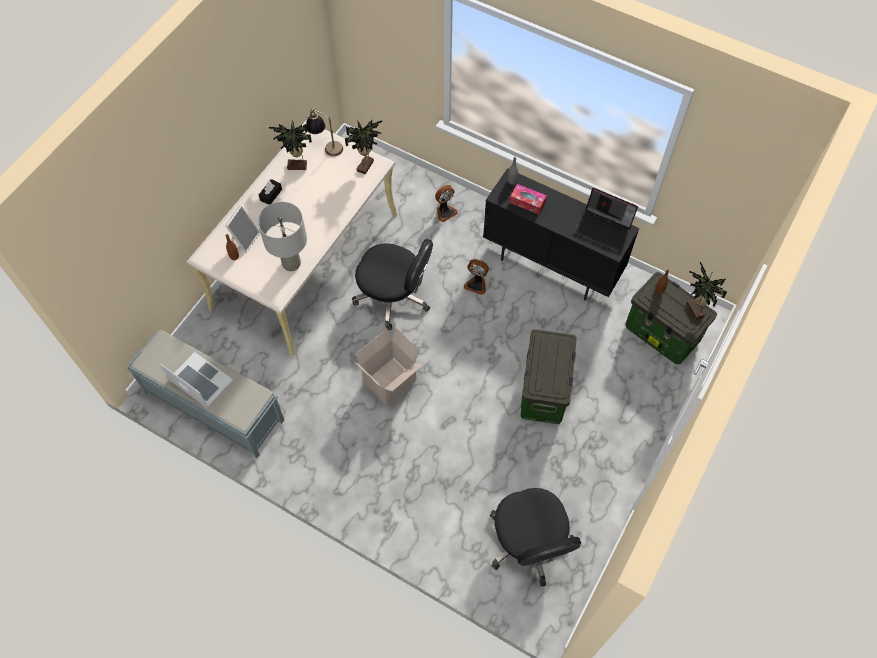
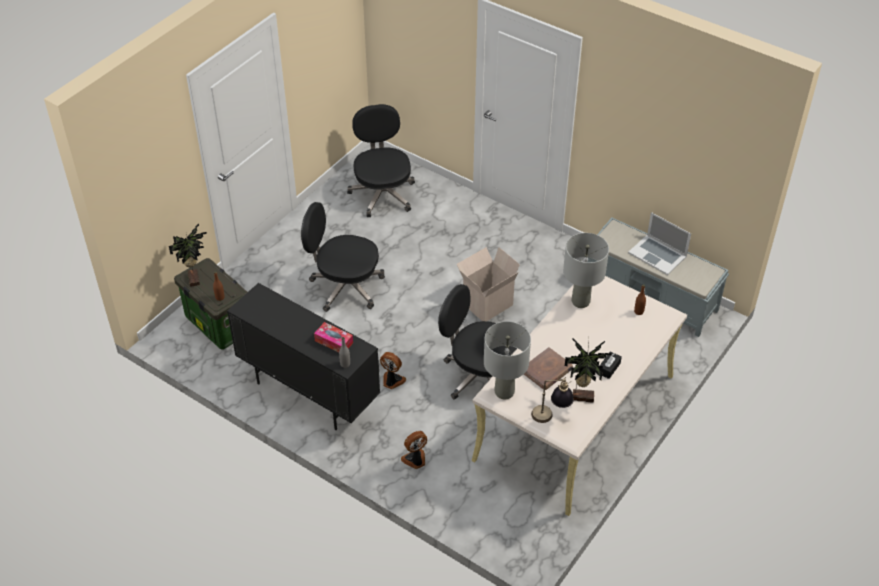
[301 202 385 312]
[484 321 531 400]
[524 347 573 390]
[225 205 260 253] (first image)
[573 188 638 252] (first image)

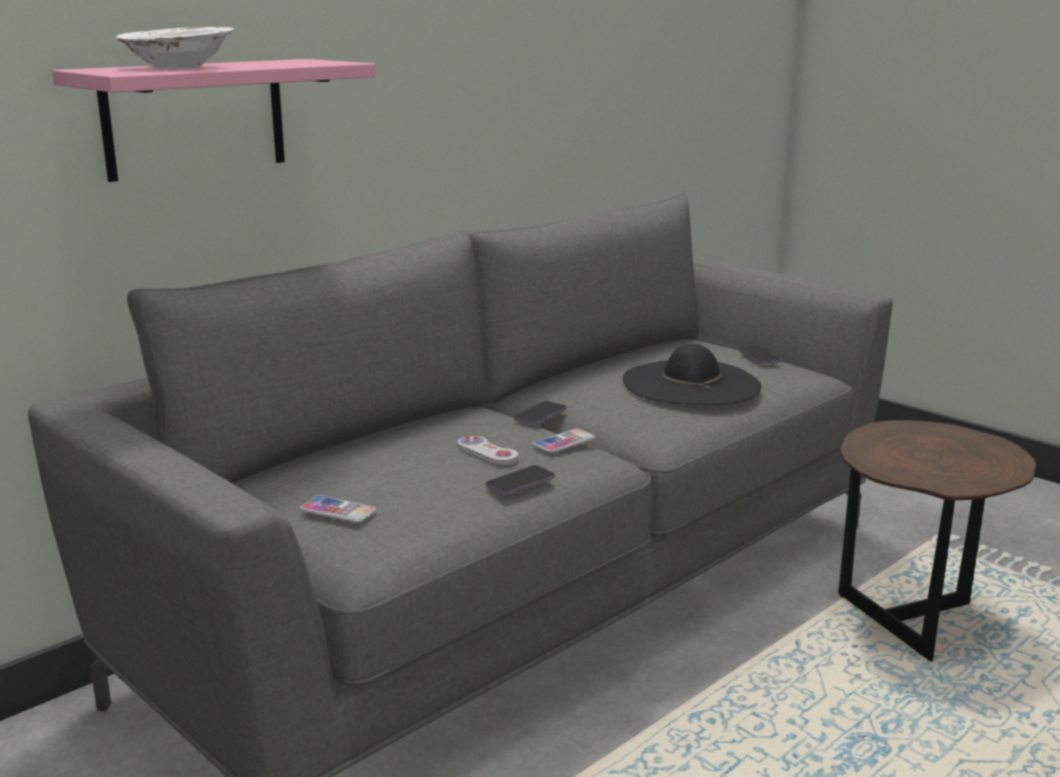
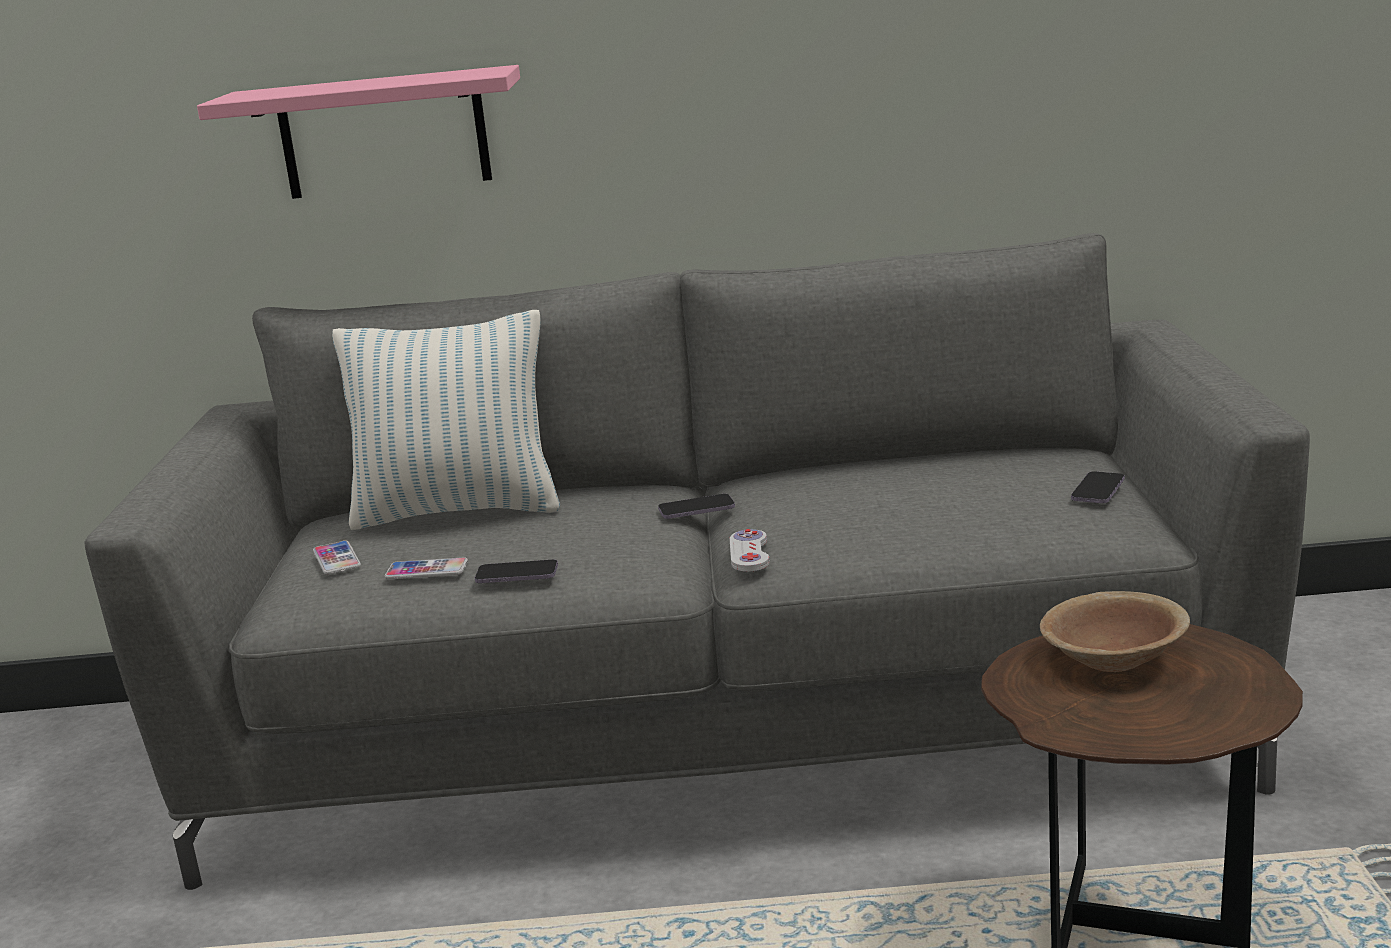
[332 310 560 530]
[385 557 468 579]
[730 529 770 572]
[1040 591 1190 672]
[116 27 234 69] (first image)
[623 344 761 405] (first image)

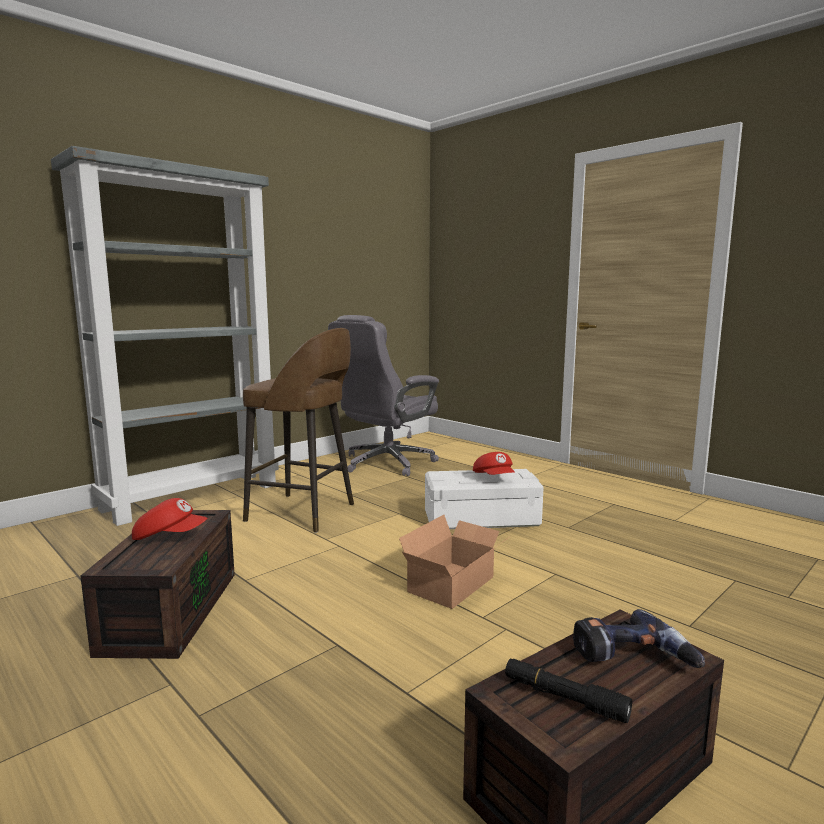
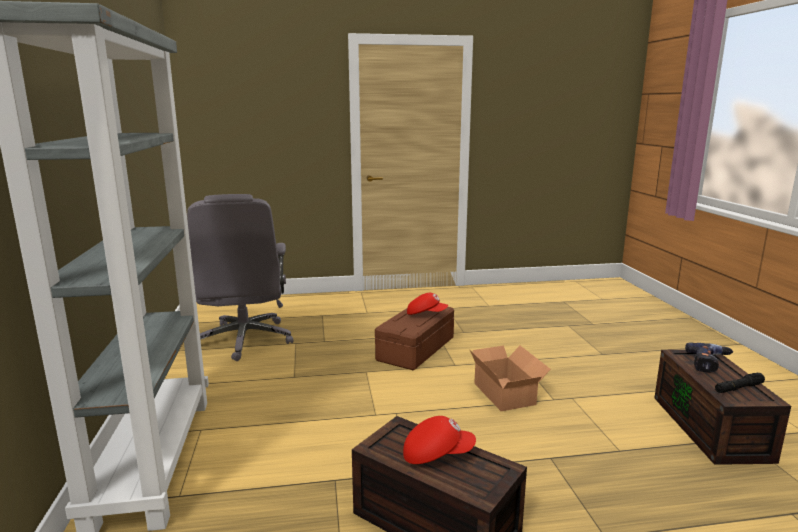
[375 307 454 371]
[403 416 476 464]
[243 328 354 533] (first image)

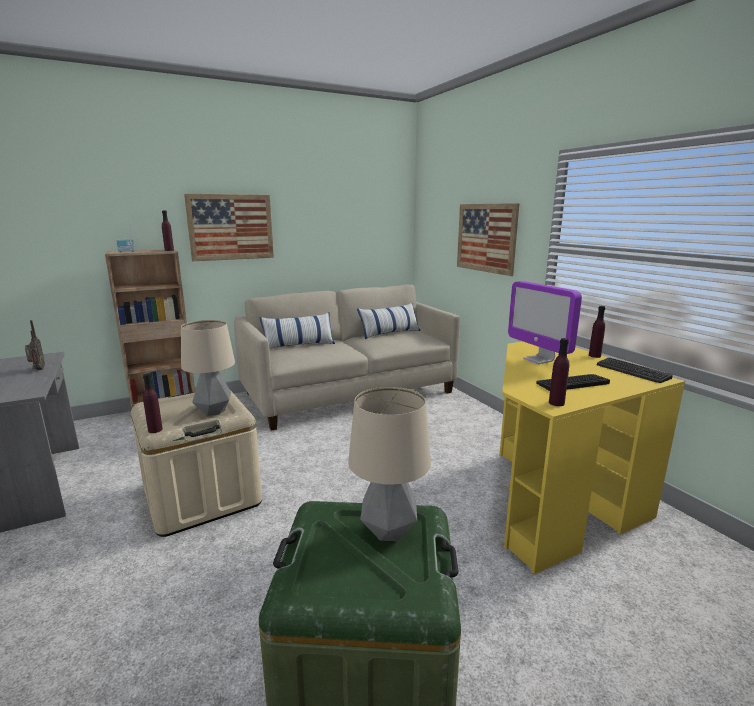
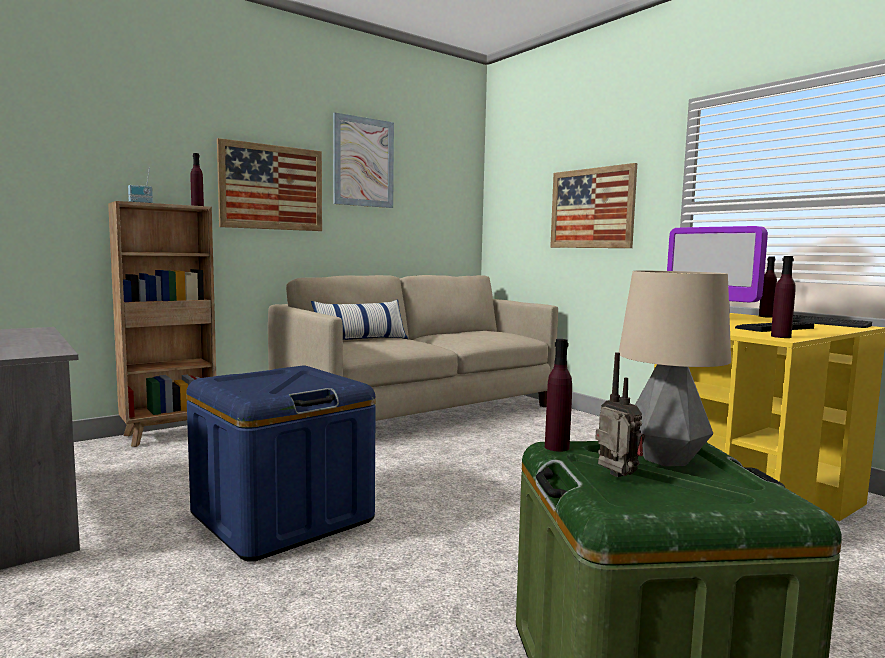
[186 366 376 562]
[333 112 394 208]
[545 339 572 452]
[595 352 645 477]
[181 320 235 416] (first image)
[357 303 420 339] (first image)

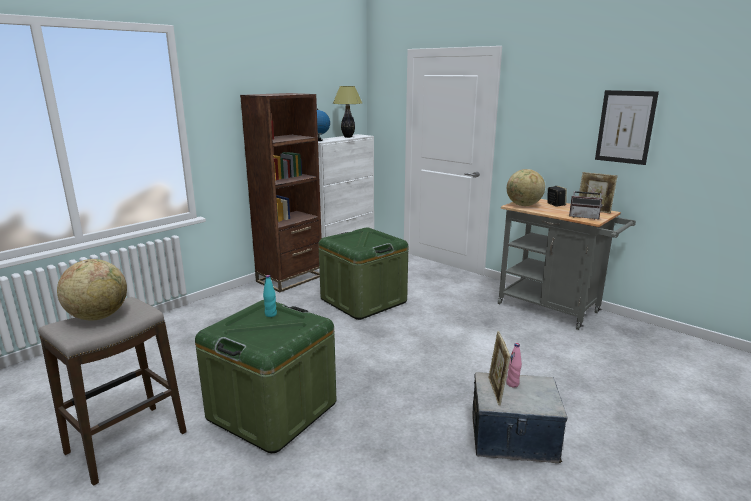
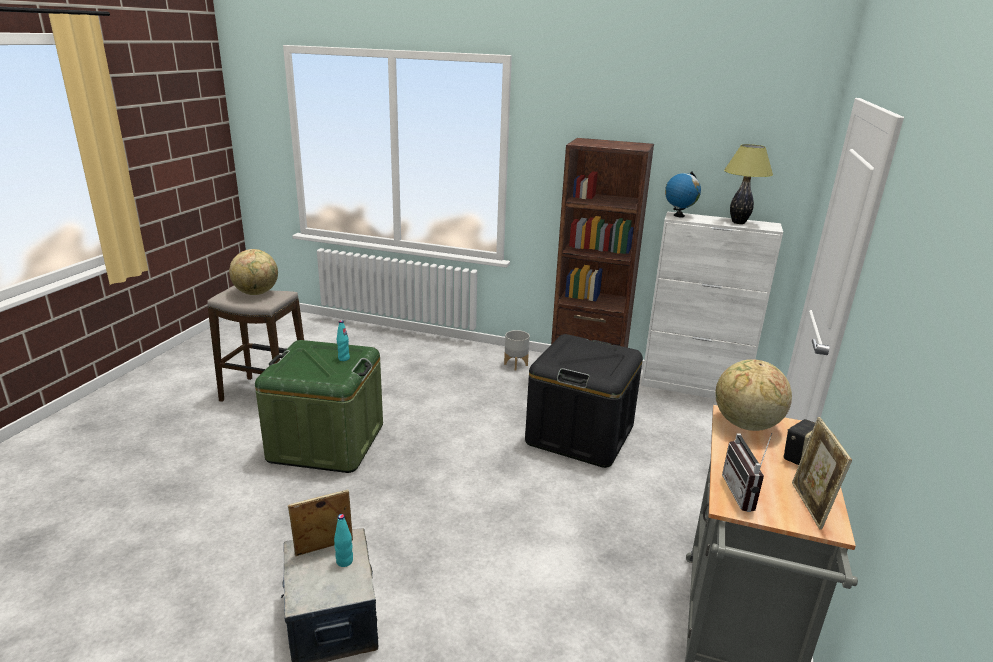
[334 514 353 567]
[504 330 530 371]
[525 334 643 468]
[595 90 659 165] (first image)

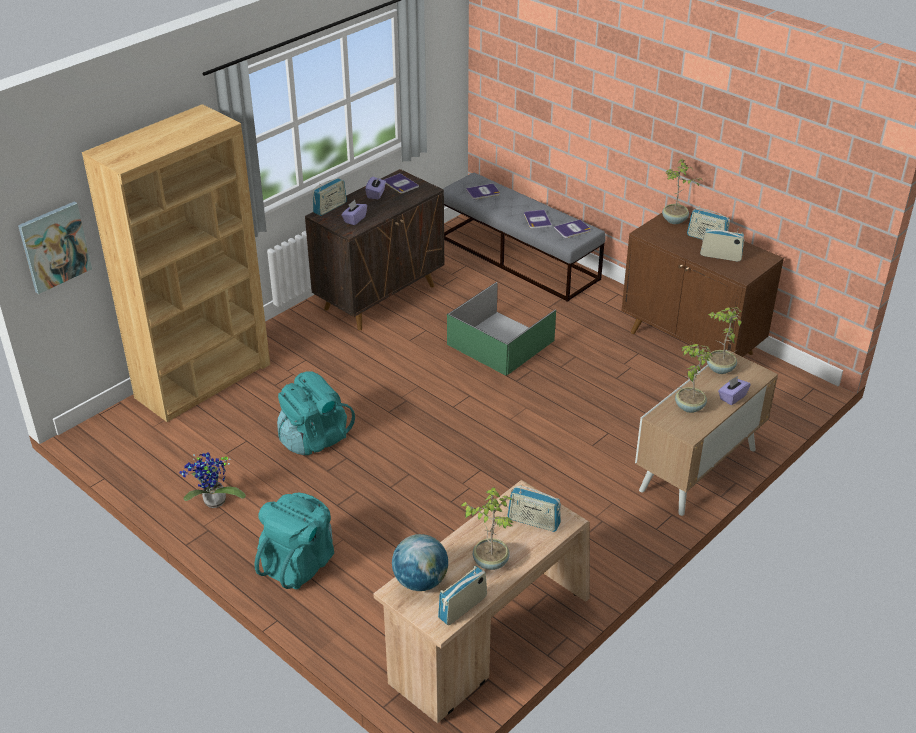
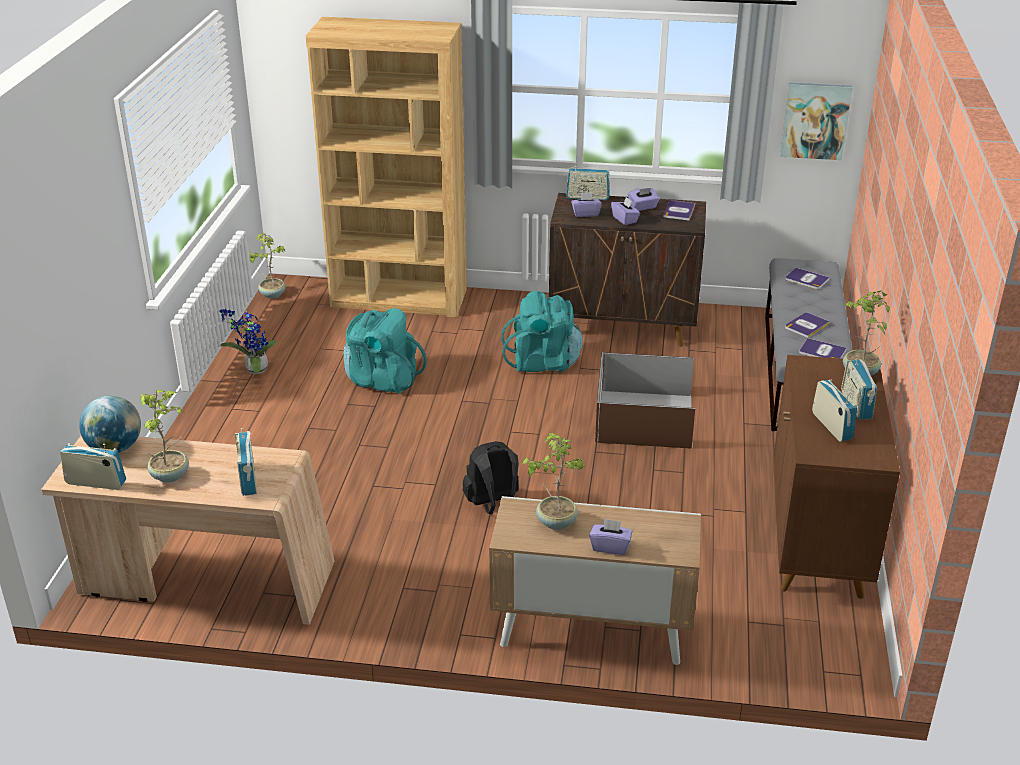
[248 233 286 299]
[463 441 519 514]
[501 291 583 372]
[595 352 695 449]
[611 197 640 225]
[780 83 853 160]

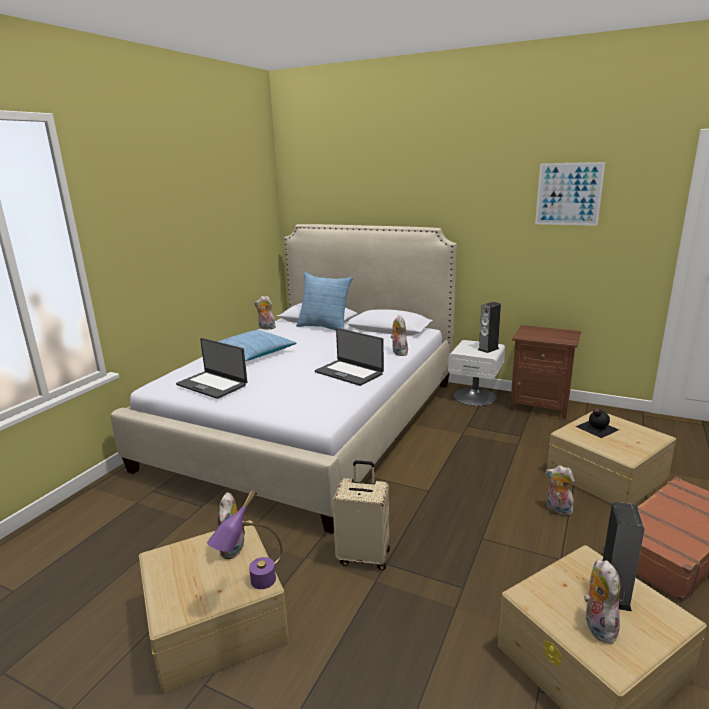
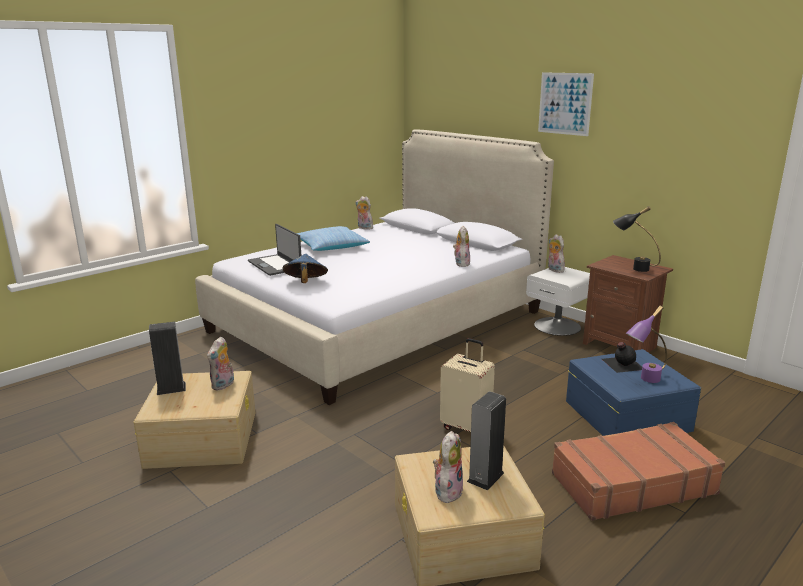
[149 322 186 395]
[282 254 328 283]
[440 338 495 432]
[538 72 594 136]
[548 234 565 273]
[566 349 701 436]
[613 206 661 272]
[626 305 667 383]
[296 272 353 331] (first image)
[315 328 384 386] (first image)

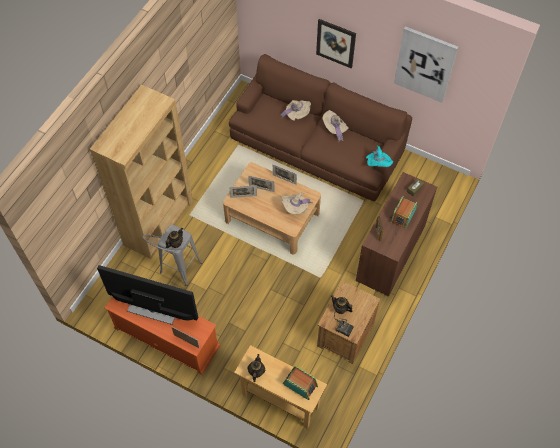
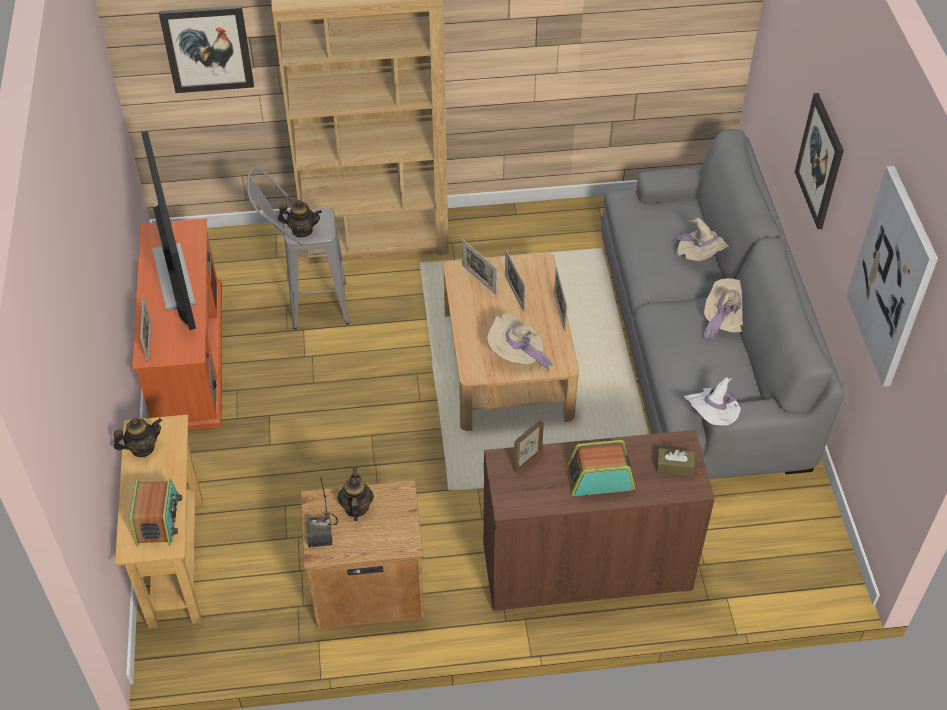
[159 5 254 93]
[601 129 844 479]
[684 377 742 426]

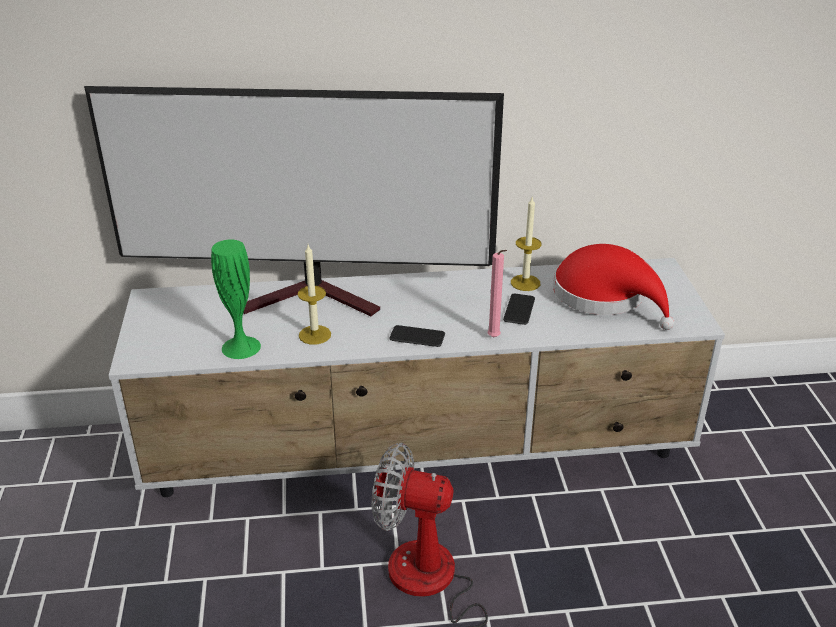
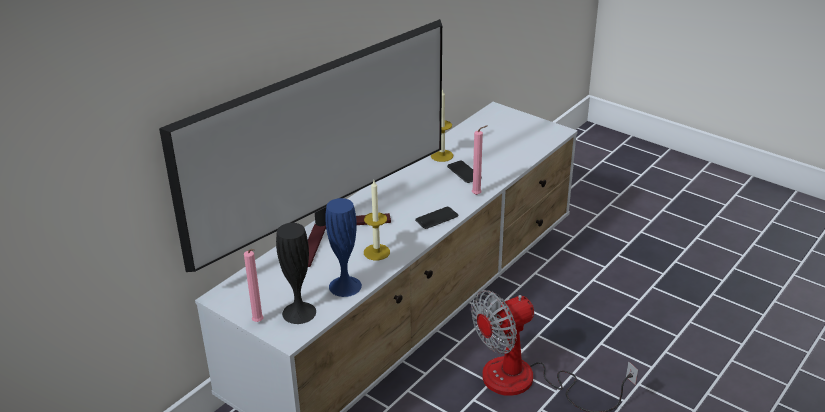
[244 249 264 322]
[276 223 316 324]
[325 198 362 297]
[553 244 675 330] (first image)

